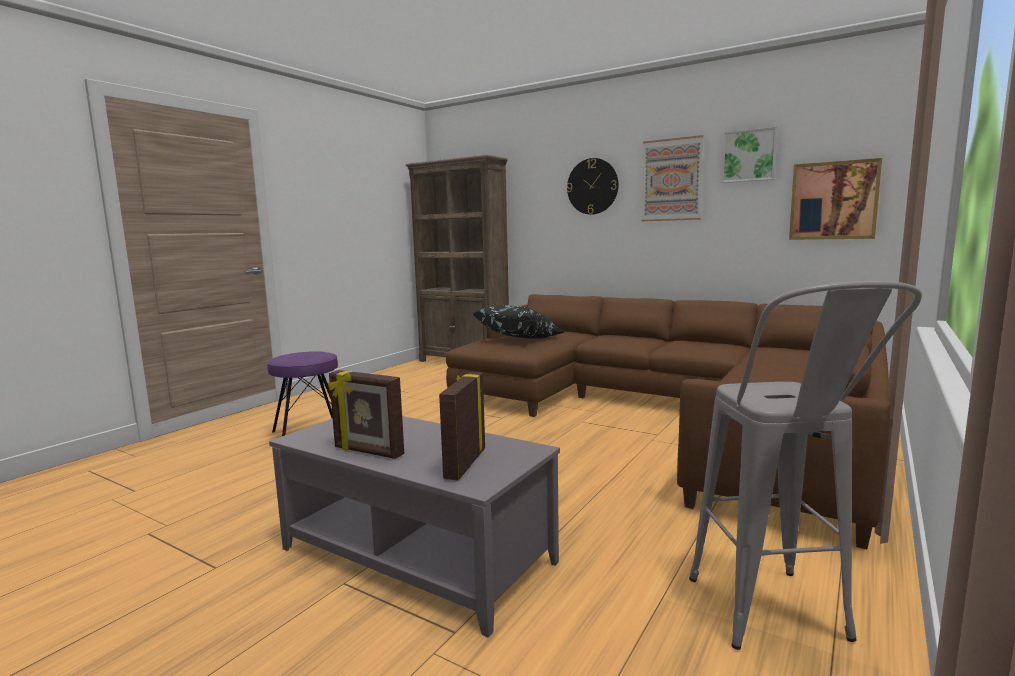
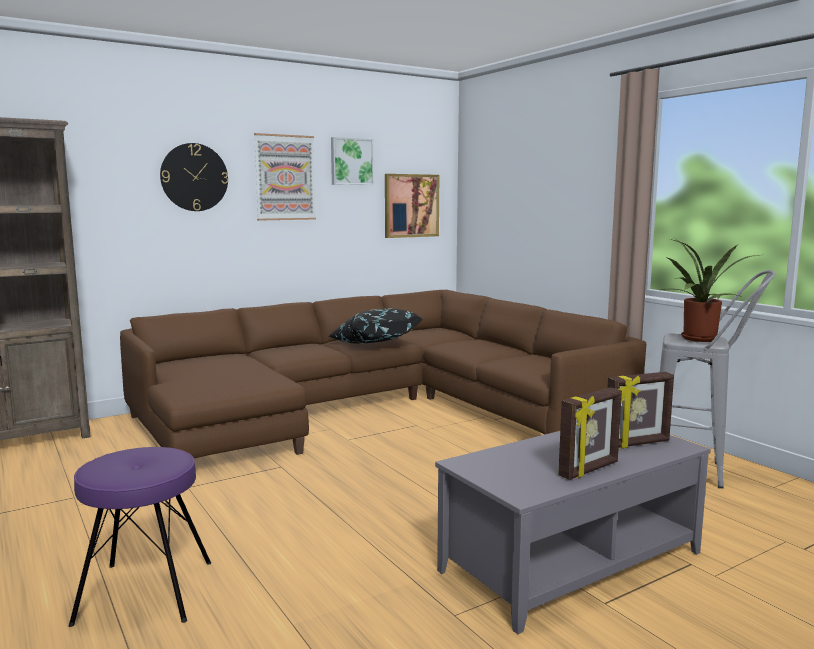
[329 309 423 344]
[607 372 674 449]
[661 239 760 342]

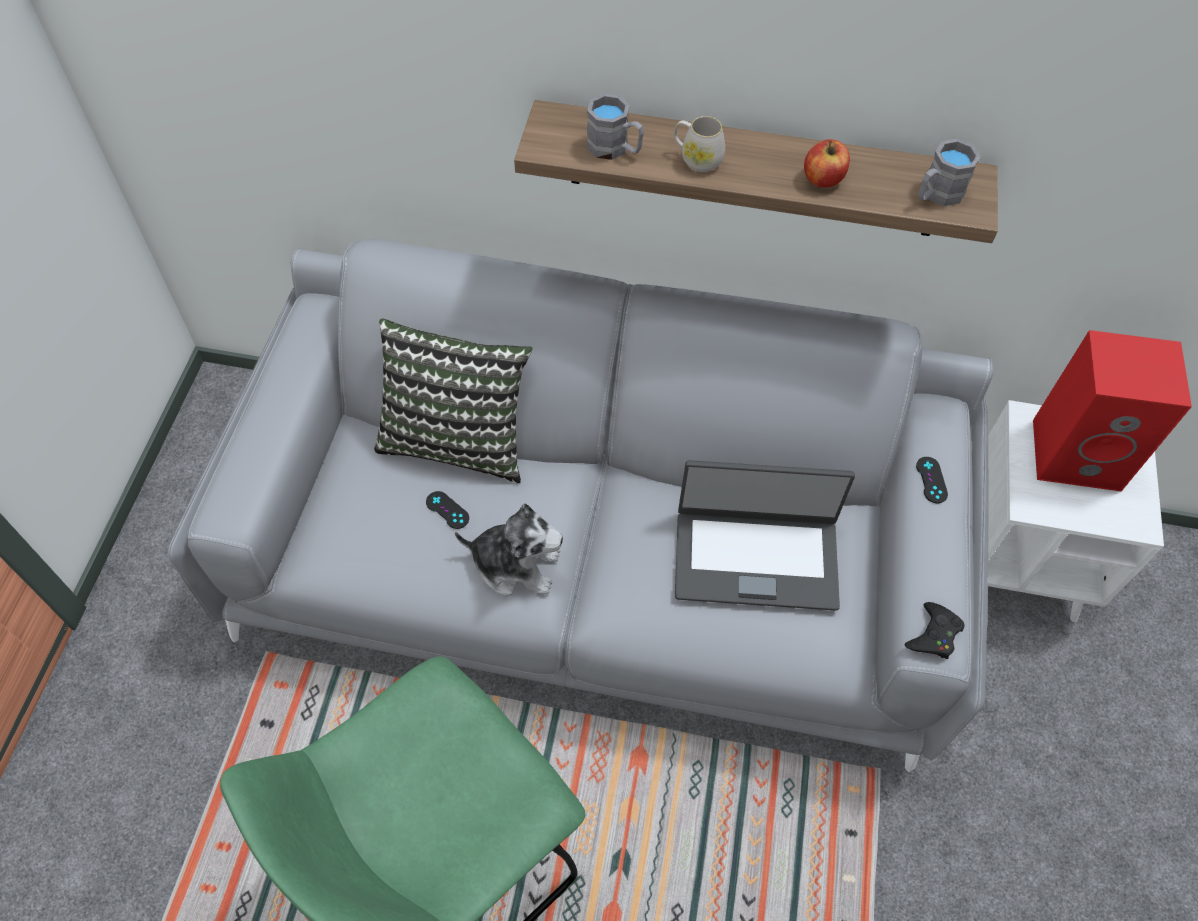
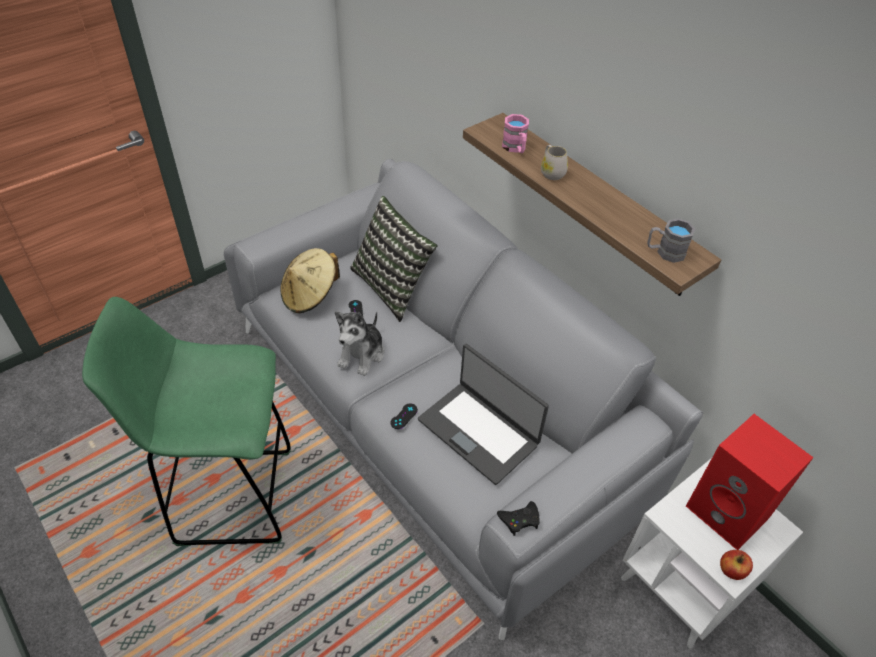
[280 248 340 313]
[335 311 384 376]
[390 403 418 429]
[502 114 529 153]
[720 550 753 580]

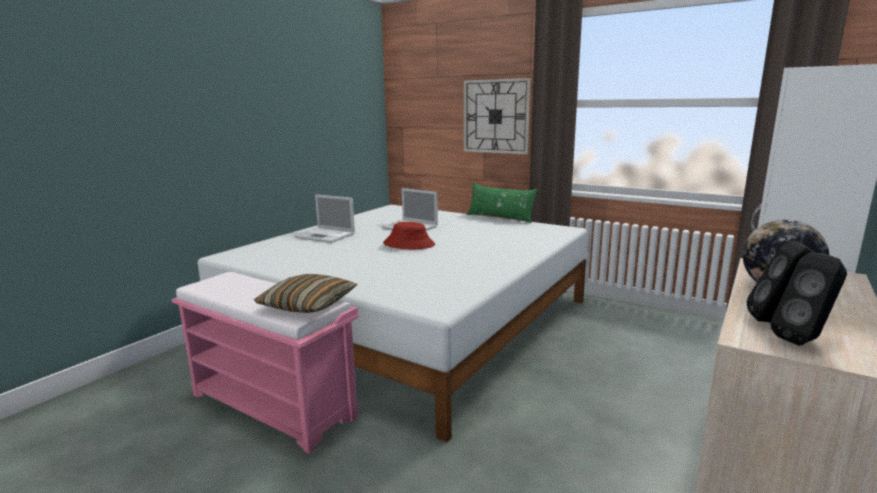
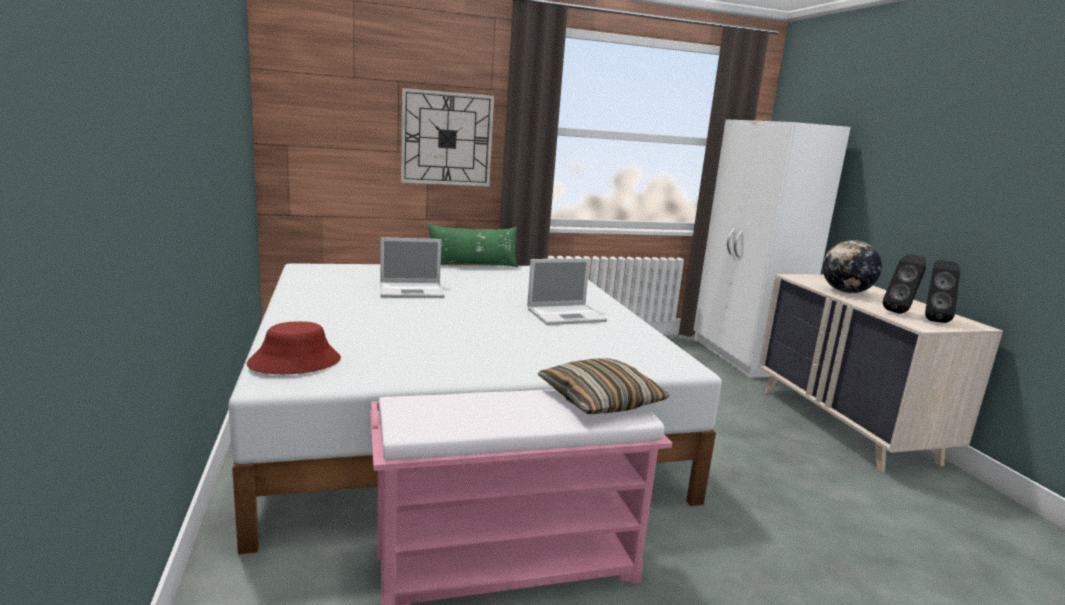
[247 321 341 374]
[527 258 607 325]

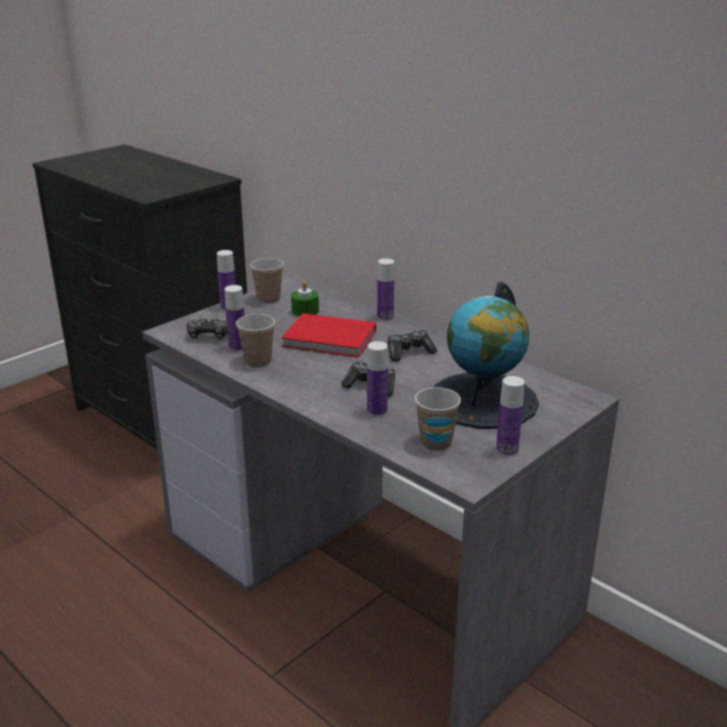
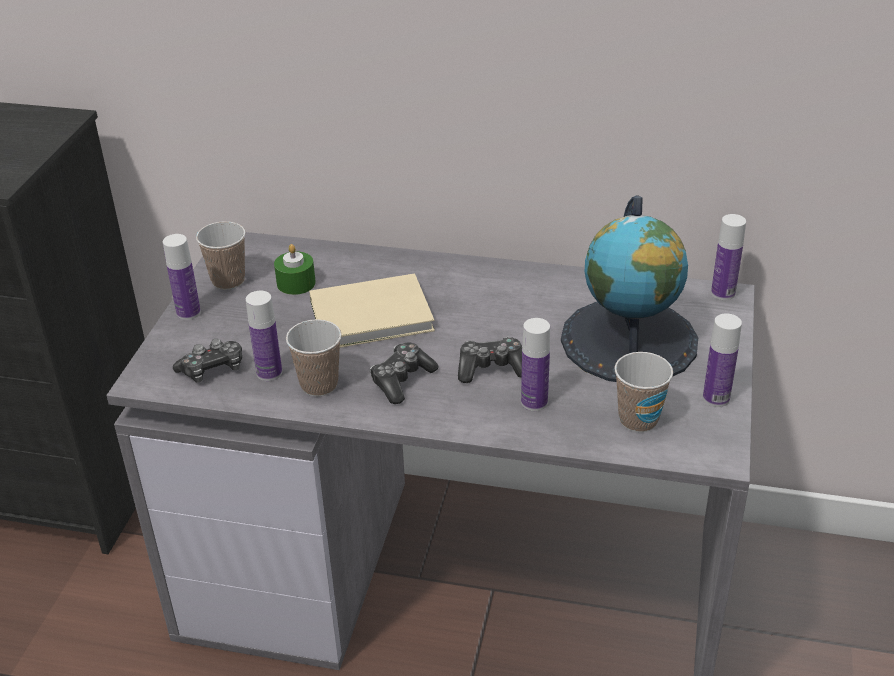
[309 273 435 348]
[370 342 438 404]
[711 214 746 300]

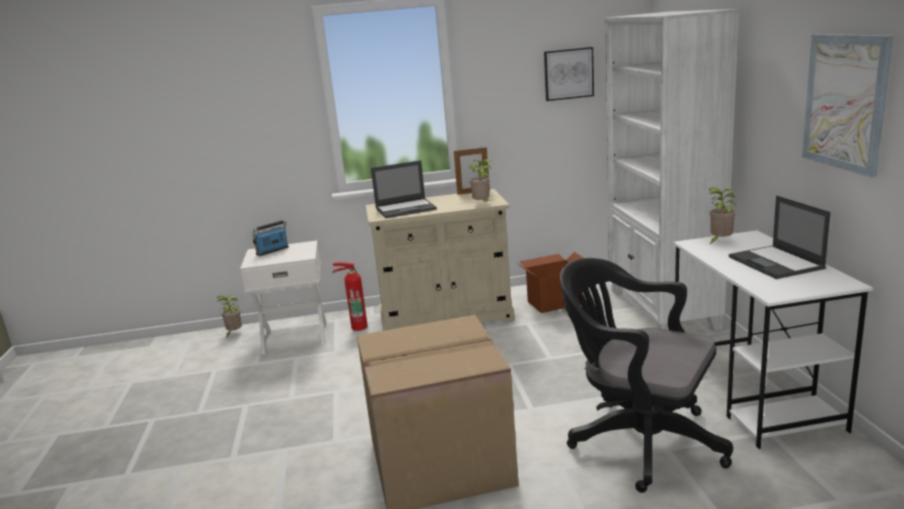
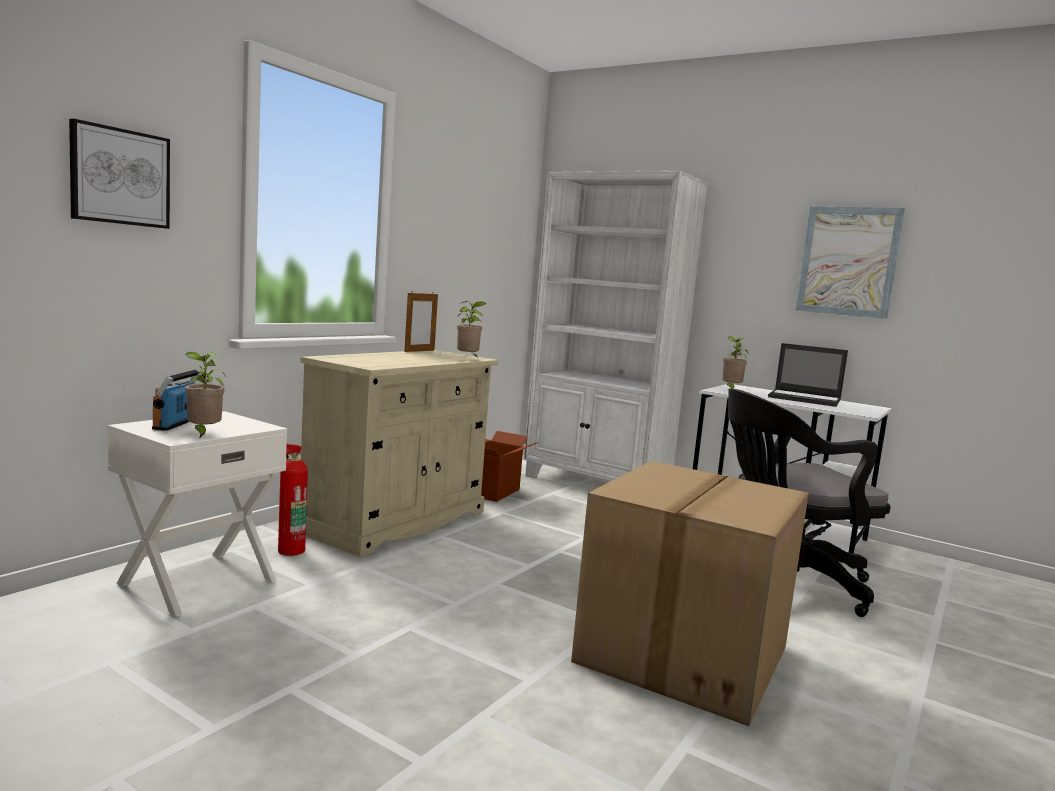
[69 119 170 229]
[183 352 226 439]
[371 160 437 218] (first image)

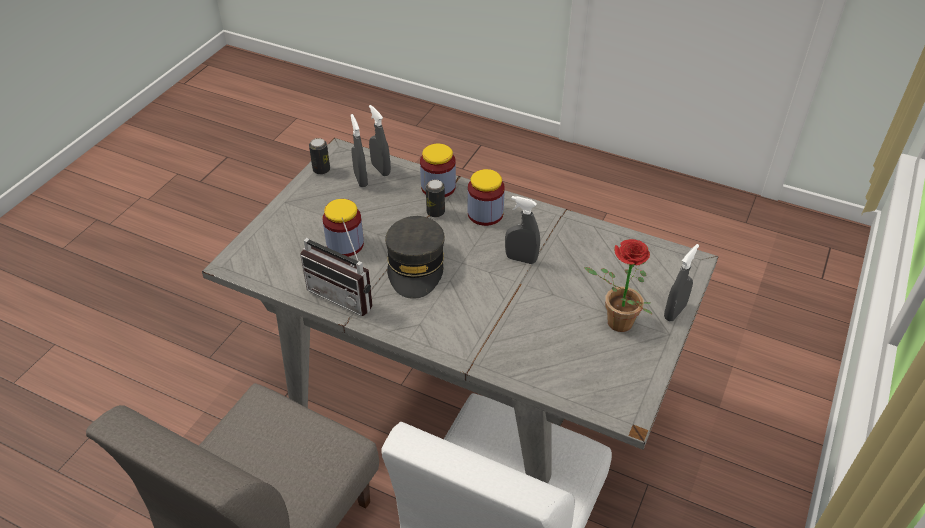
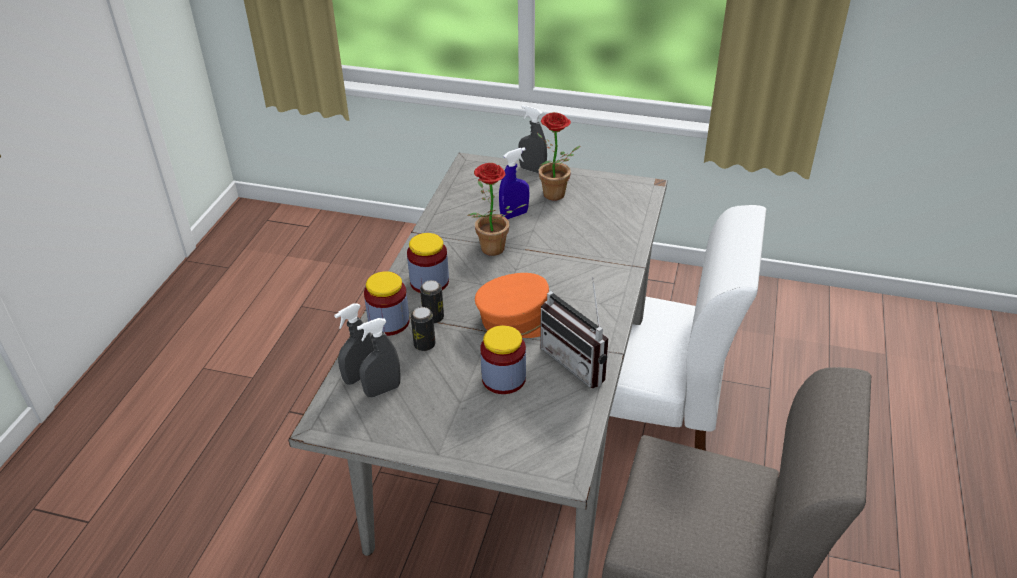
[411 307 436 351]
[468 163 526 256]
[475 273 549 338]
[499 147 529 219]
[540 277 608 388]

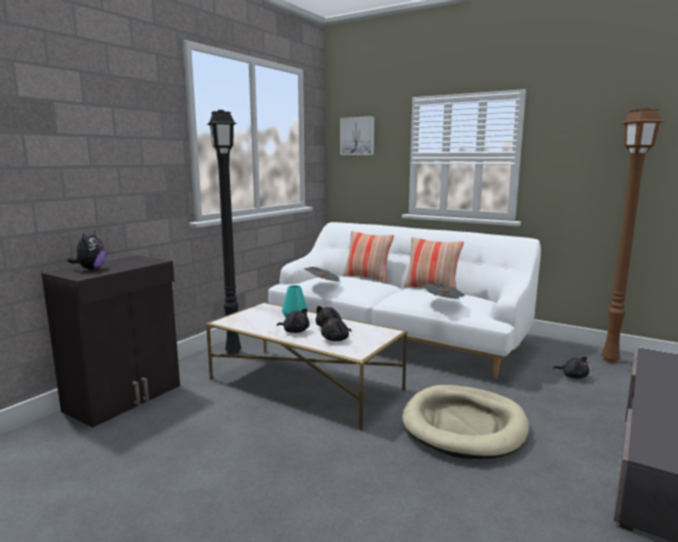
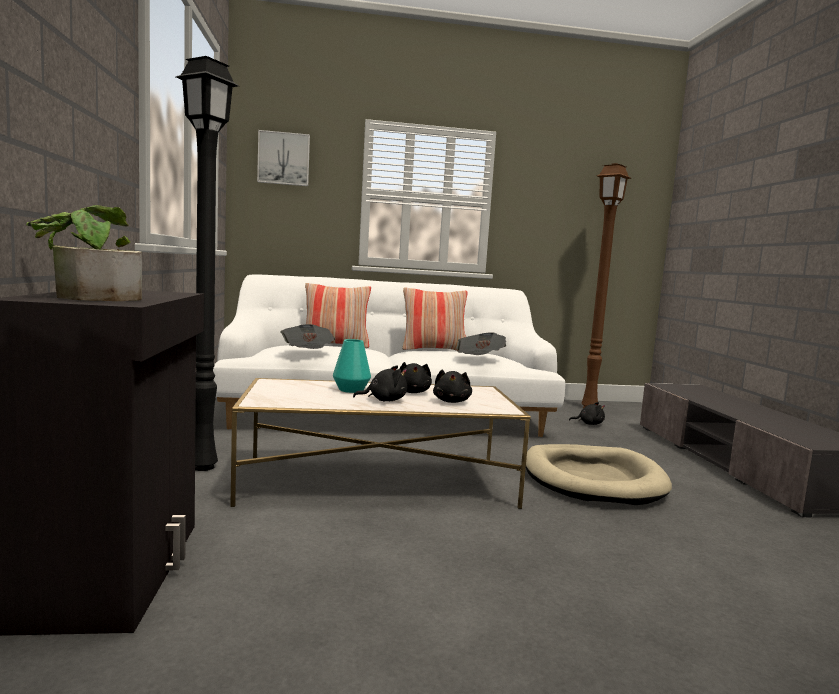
[26 205 142 301]

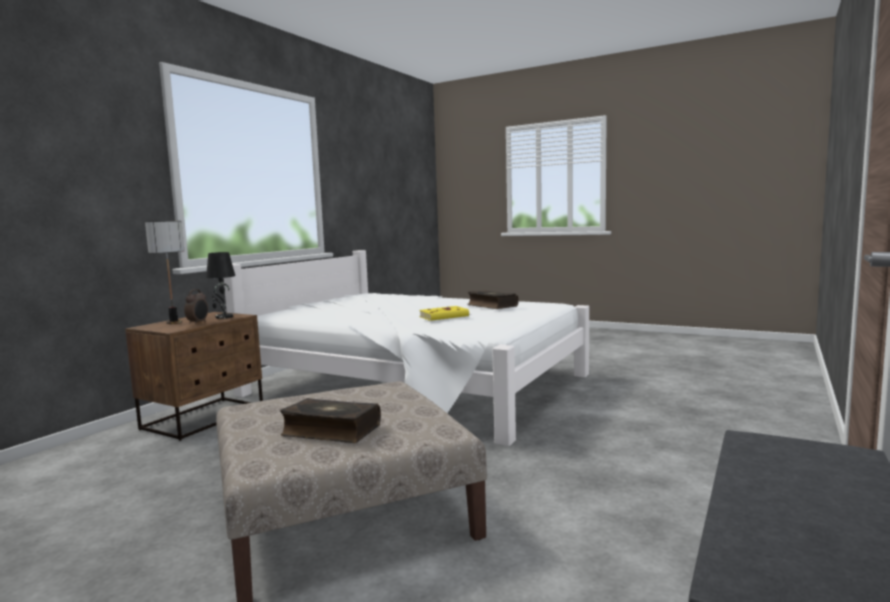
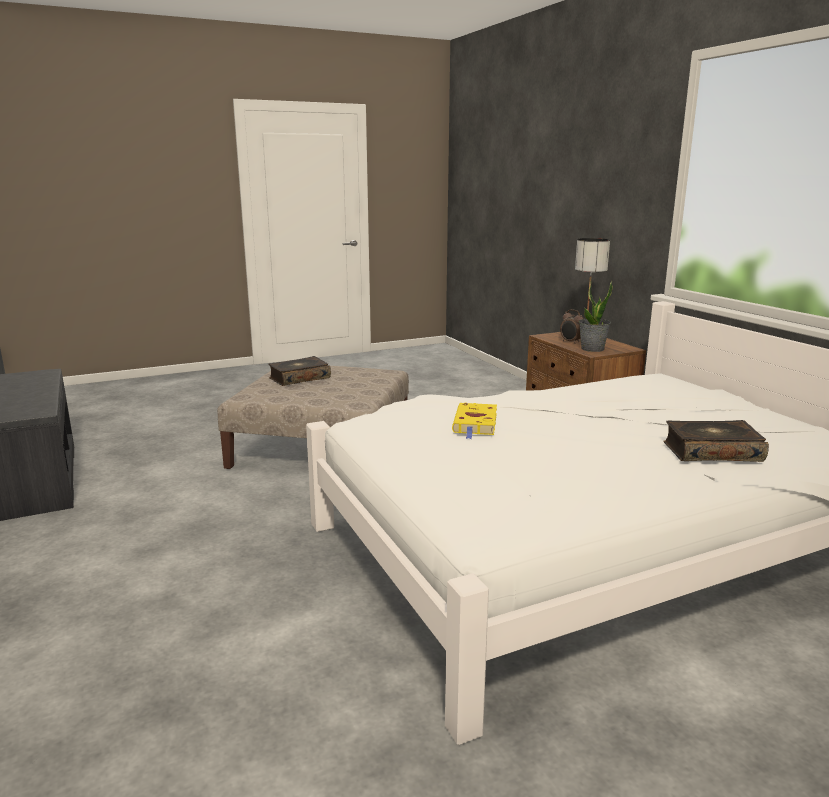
[579 281 613 352]
[663 420 769 462]

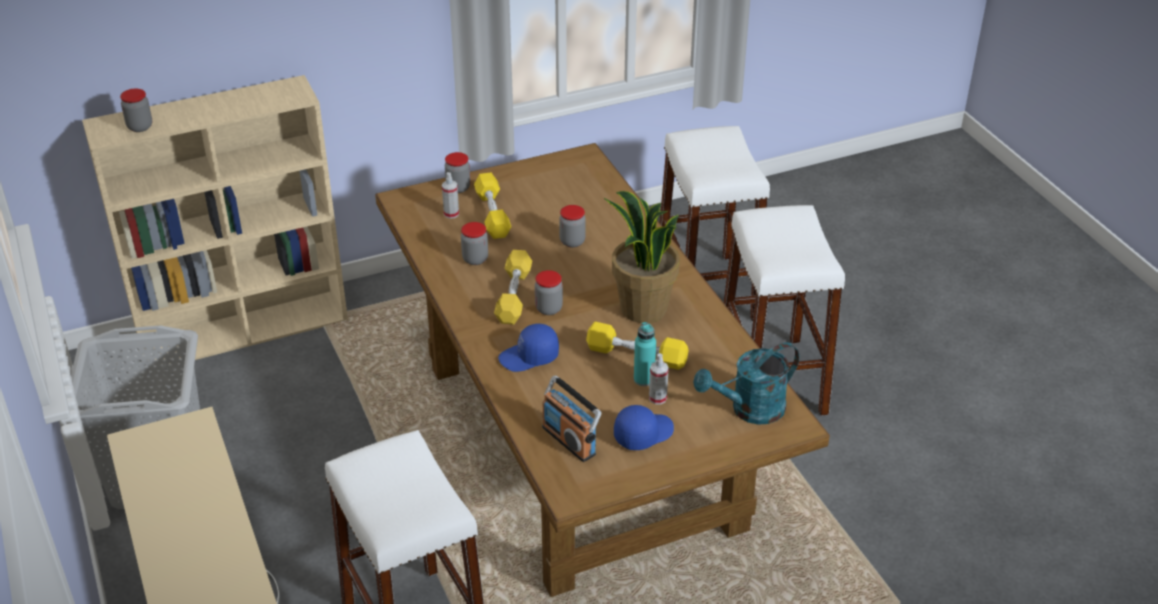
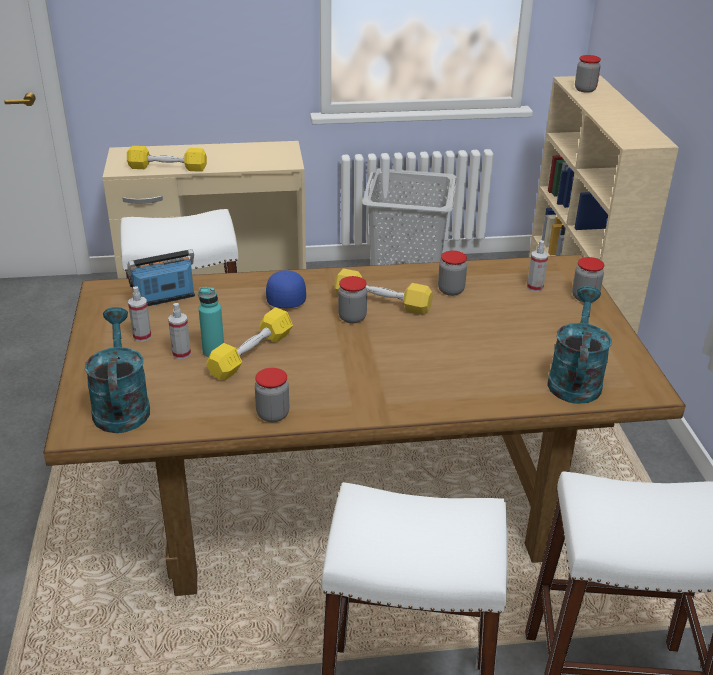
[127 146 207 172]
[128 286 151 342]
[255 368 289 422]
[547 286 612 404]
[604 191 680 323] (first image)

